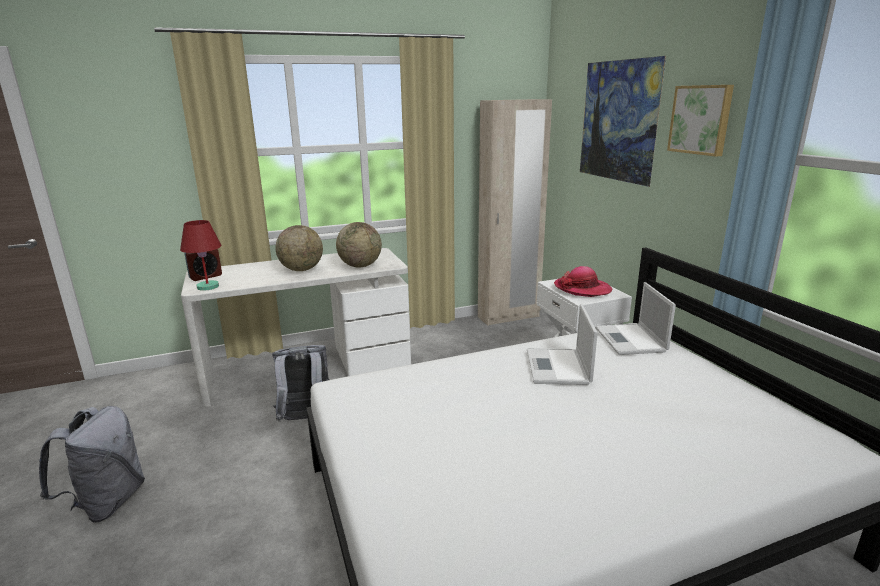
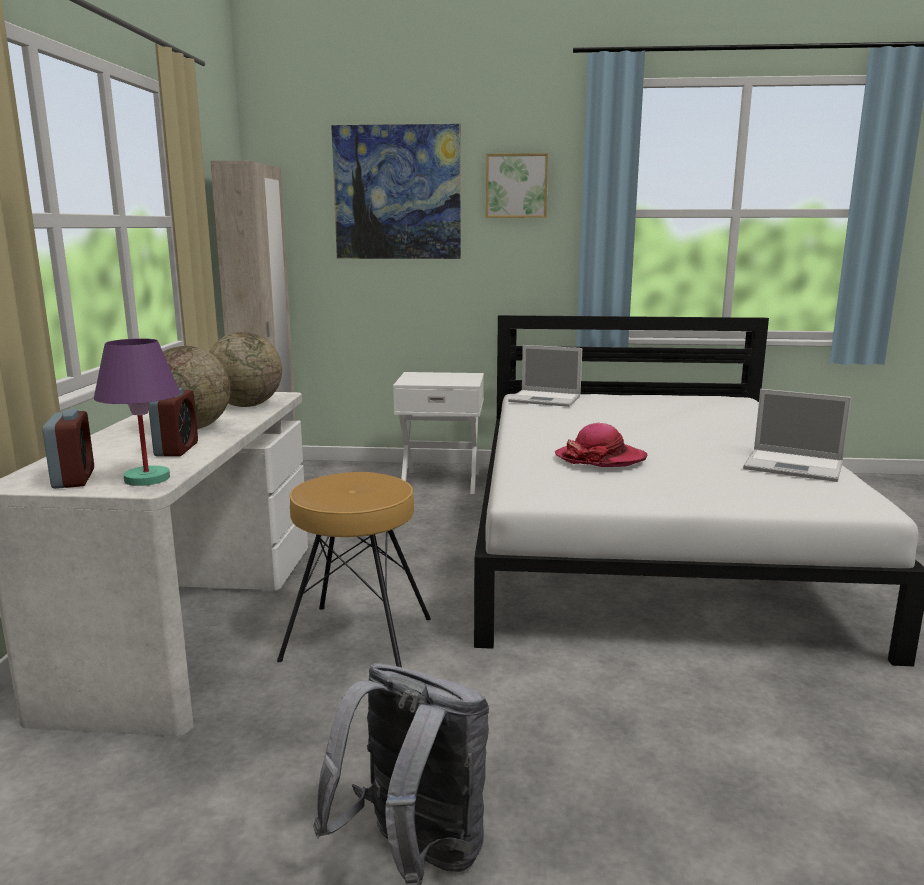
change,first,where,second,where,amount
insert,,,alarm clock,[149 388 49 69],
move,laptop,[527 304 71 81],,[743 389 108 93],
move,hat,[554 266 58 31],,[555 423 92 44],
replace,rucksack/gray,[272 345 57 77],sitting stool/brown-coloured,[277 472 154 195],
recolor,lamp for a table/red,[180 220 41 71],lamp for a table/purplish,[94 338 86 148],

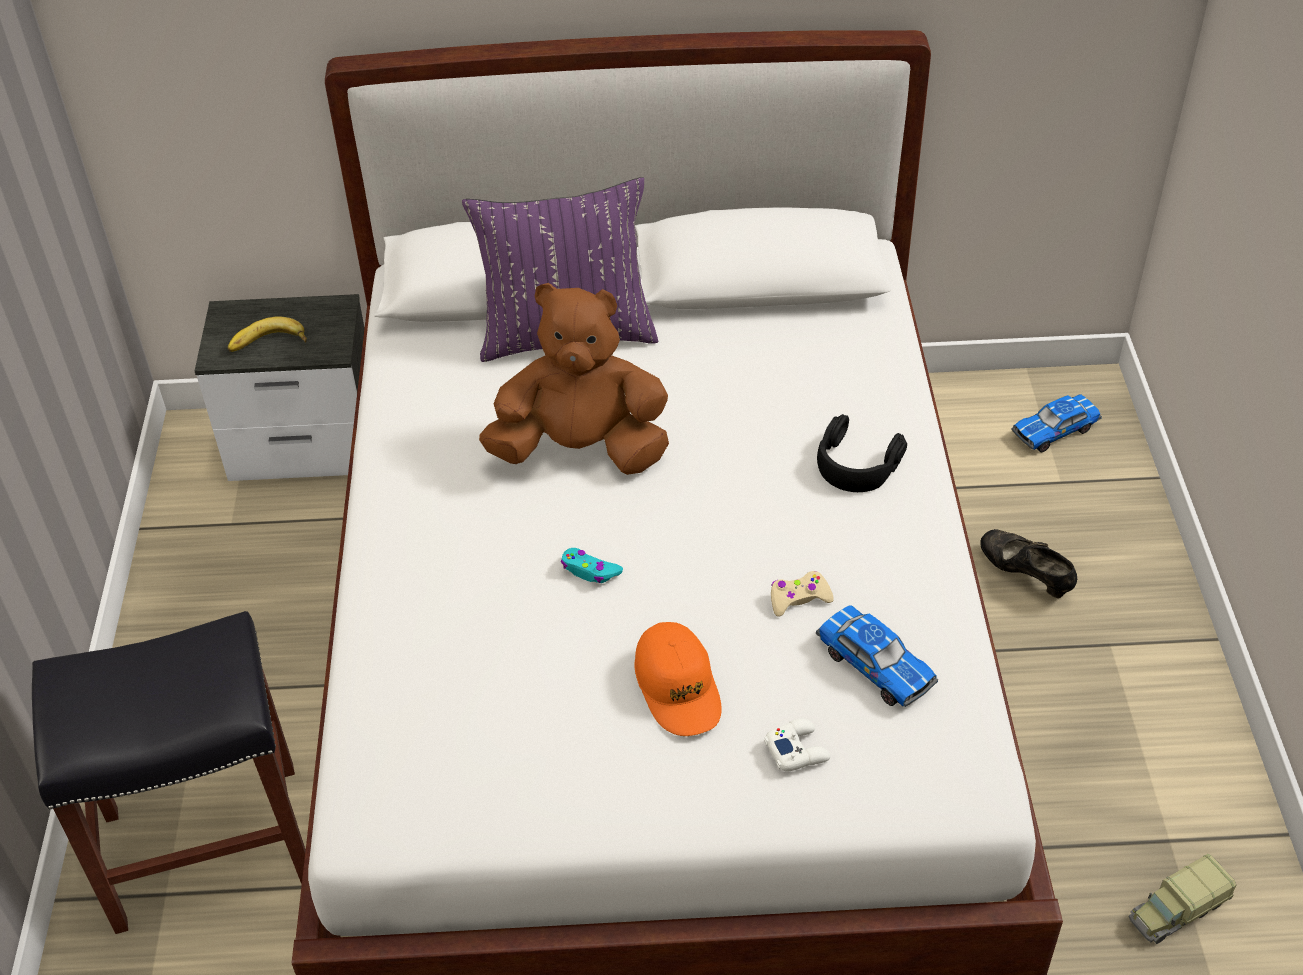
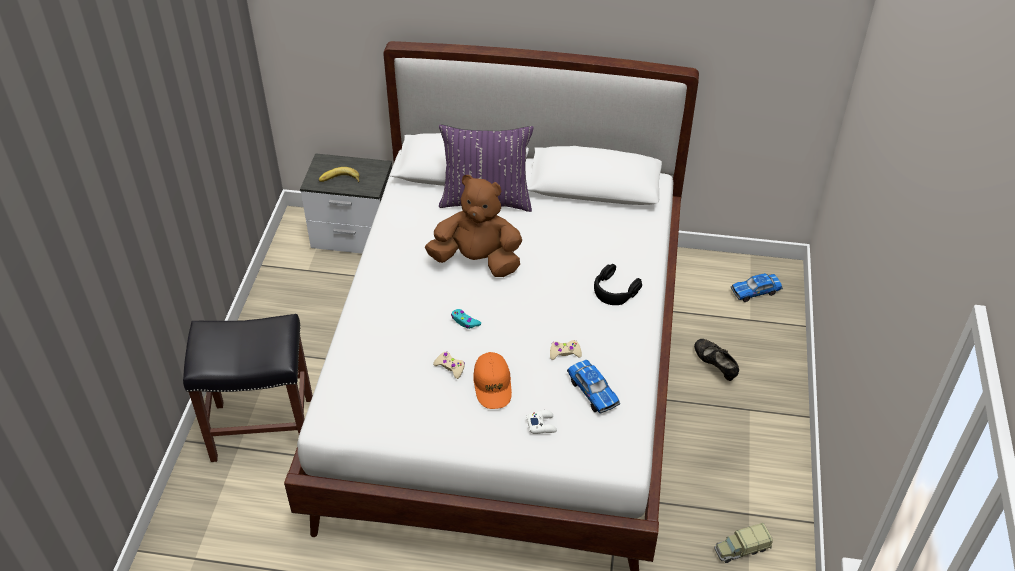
change,first,where,second,where,amount
insert,,,gamepad/beige,[433 351 32 28],

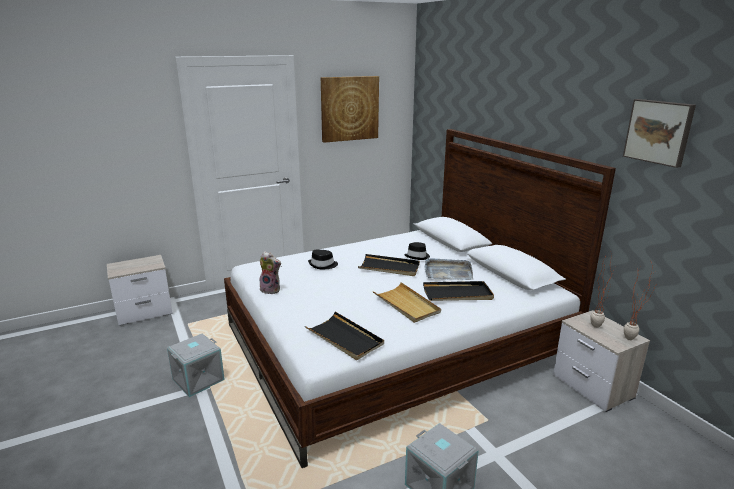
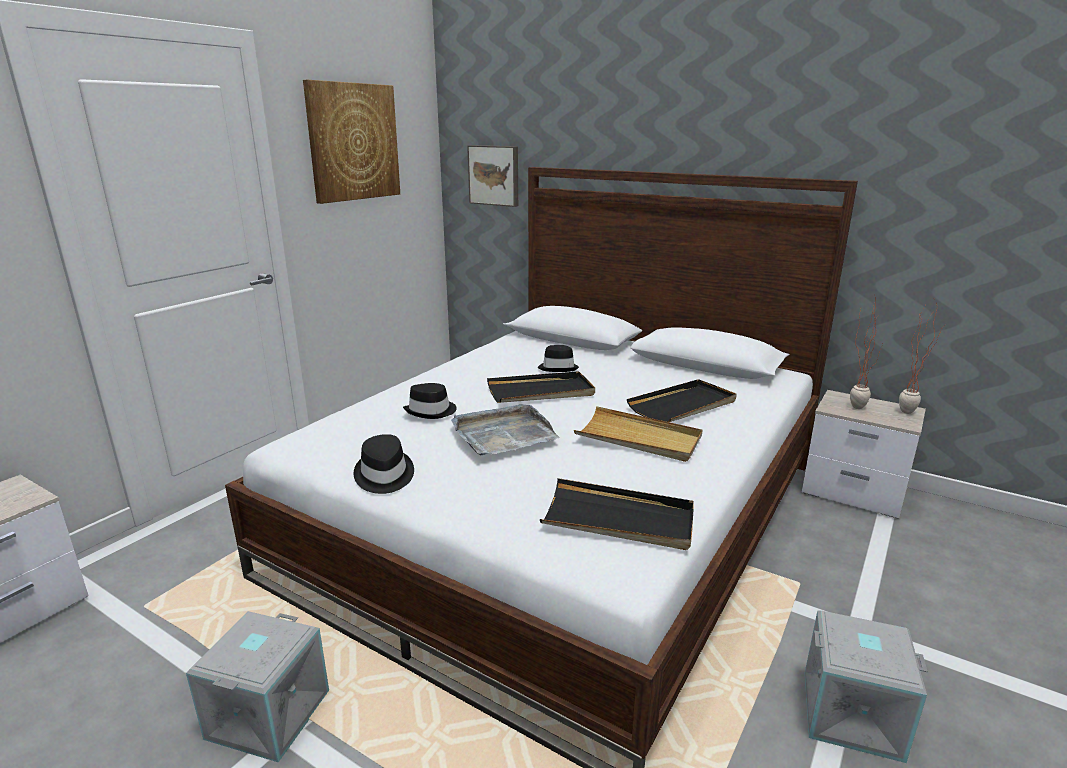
change,first,where,second,where,amount
move,carrying tray/gray,[424 258 49 22],,[451 404 109 52],
move,picture,[623 99 73 69],,[467 145 51 62],
replace,soft toy,[259 251 22 43],hat/blackish,[354 434 60 60],

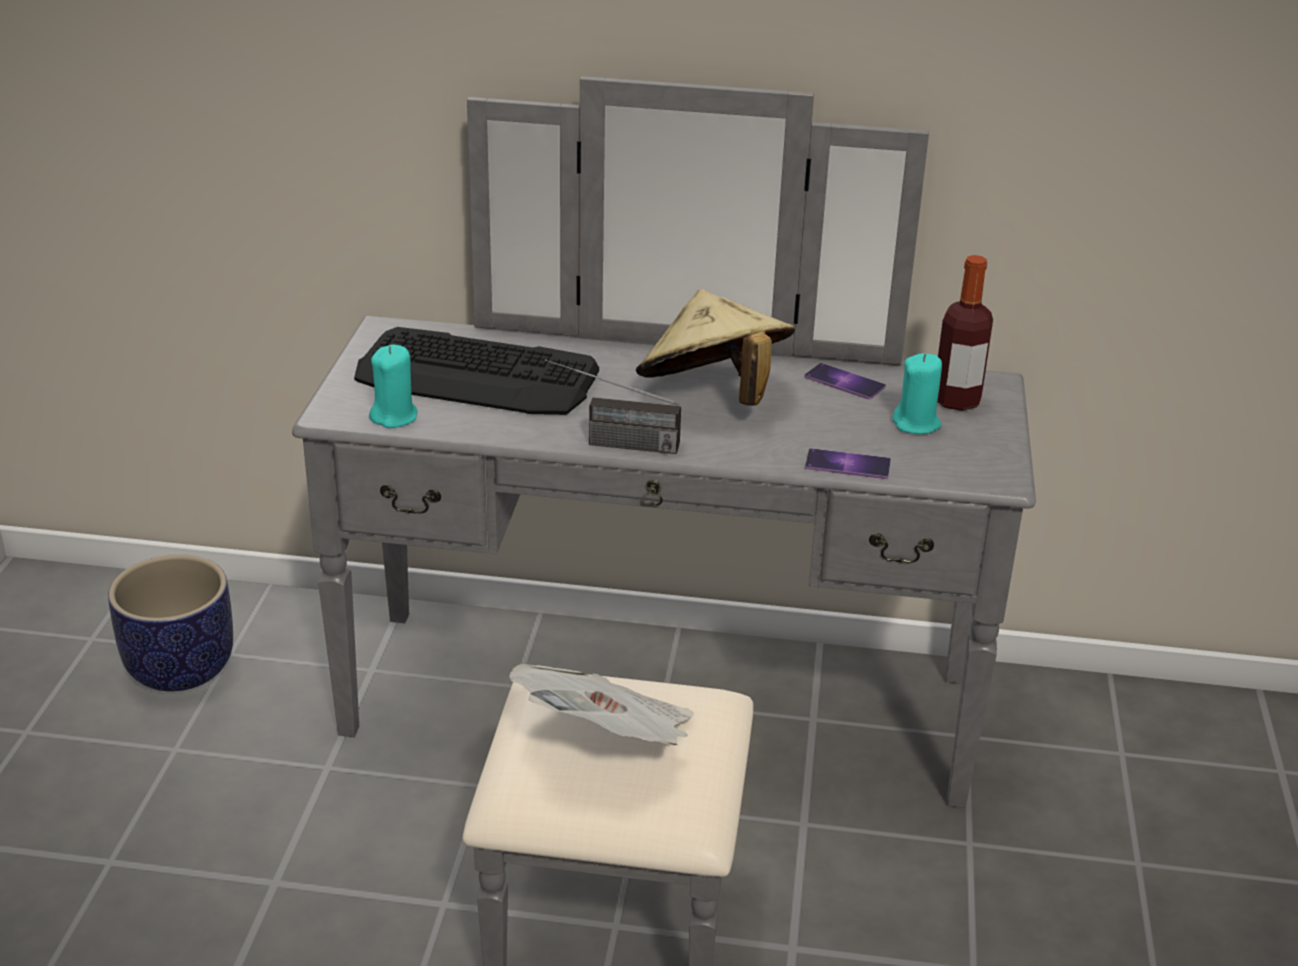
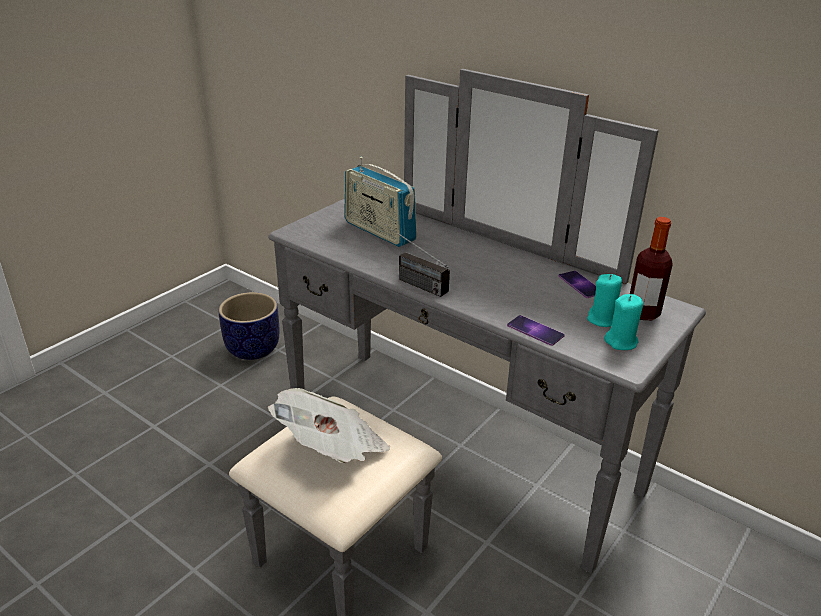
change,first,where,second,where,amount
delete,hat/beige,[636 289 159 117],,,
move,candle/turquoise-coloured,[369 344 49 84],,[604 294 39 56],
replace,computer keyboard,[354 327 245 88],radio,[344 157 73 90],

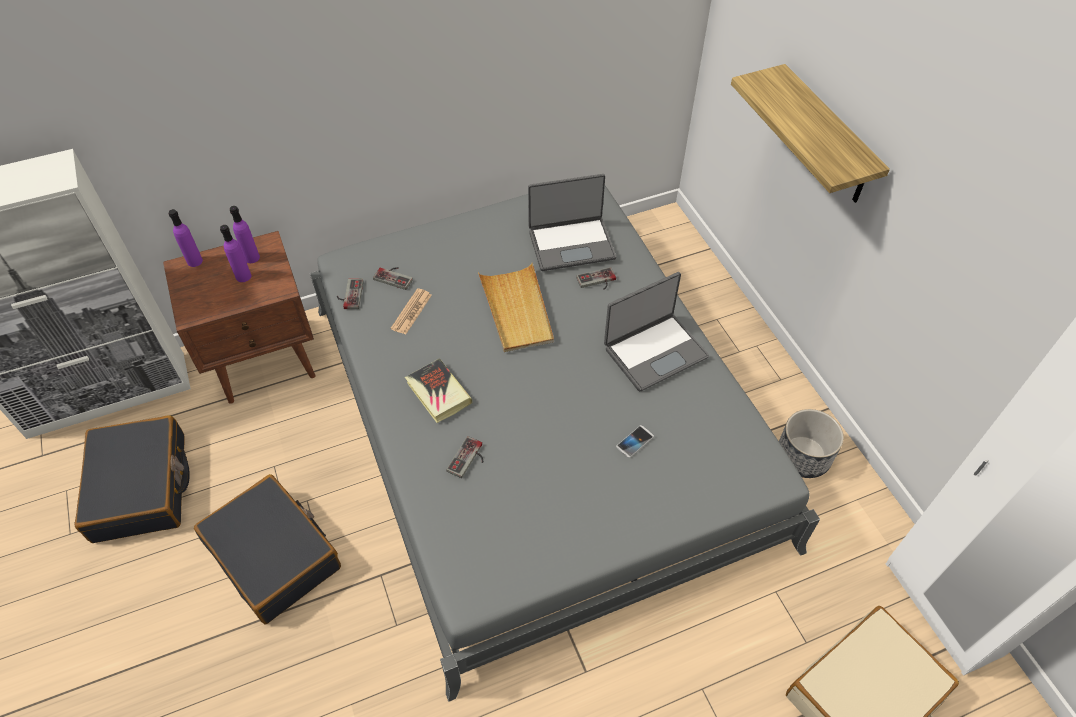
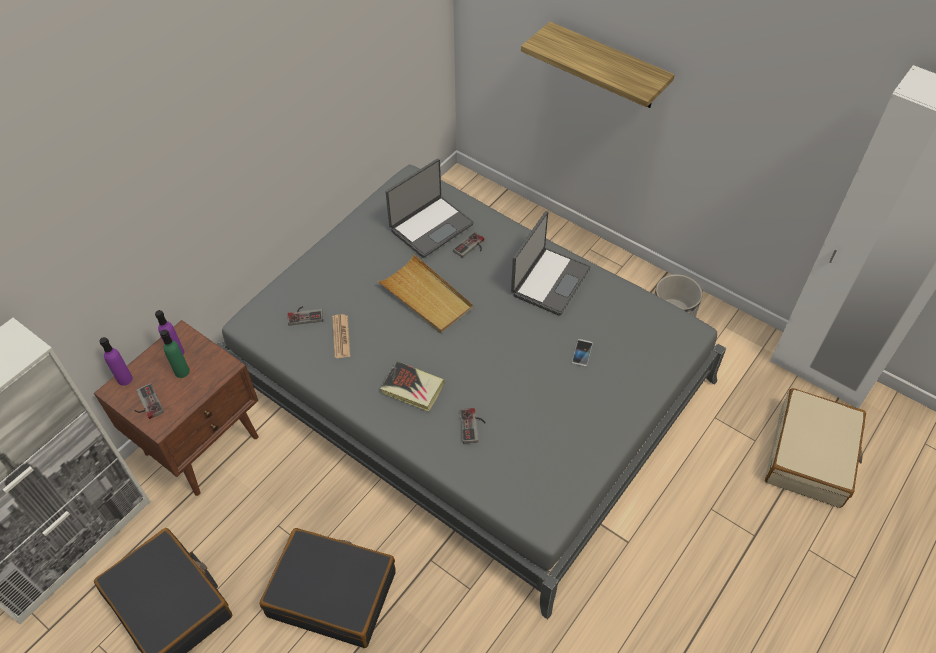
change,first,where,second,where,amount
move,gamepad,[337 279 26 30],,[135 383 29 36],
recolor,drink bottle/purplish,[220 225 31 57],drink bottle/green,[160 329 30 49],

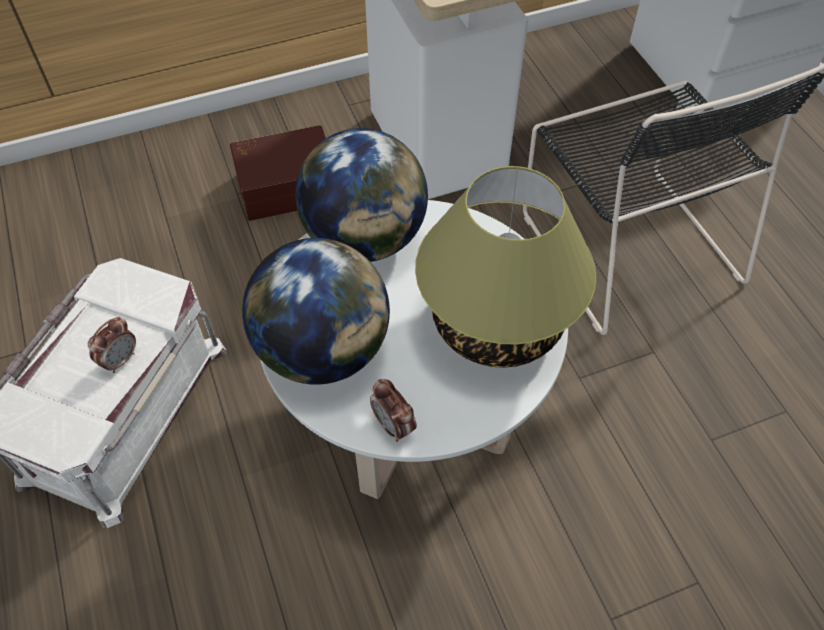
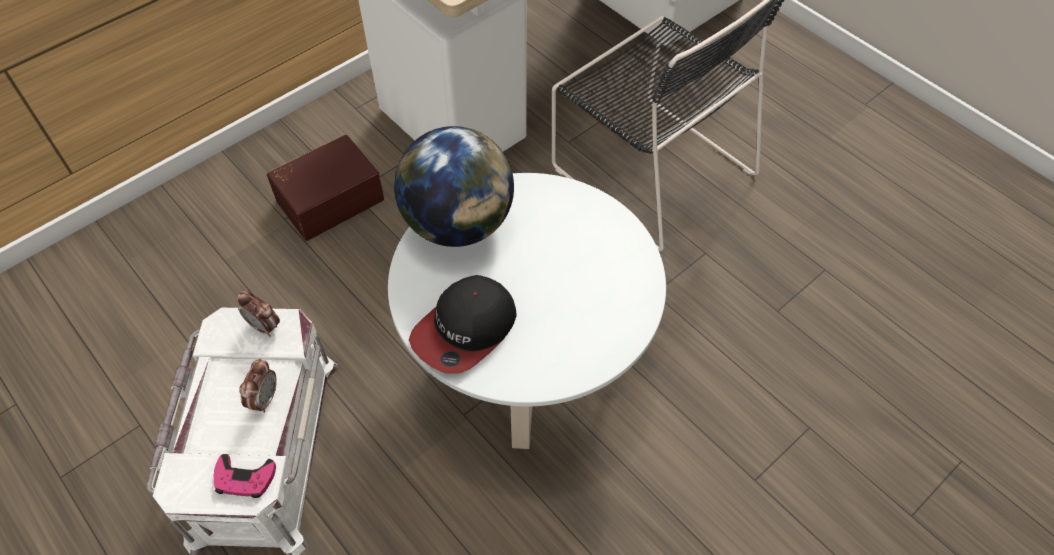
change,first,where,second,where,amount
delete,lamp for a table,[415 166 181 202],,,
insert,,,gamepad/pink,[214 454 62 44],
move,alarm clock,[370 379 47 63],,[237 291 43 46],
replace,desk globe,[242 238 148 147],cap,[409 275 107 99],

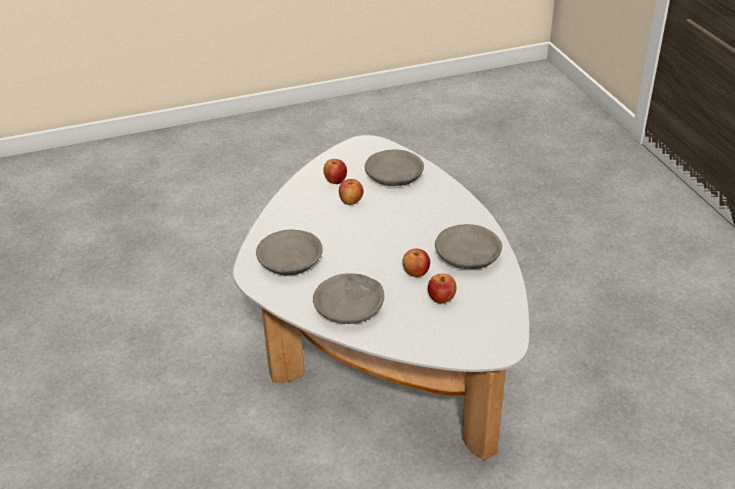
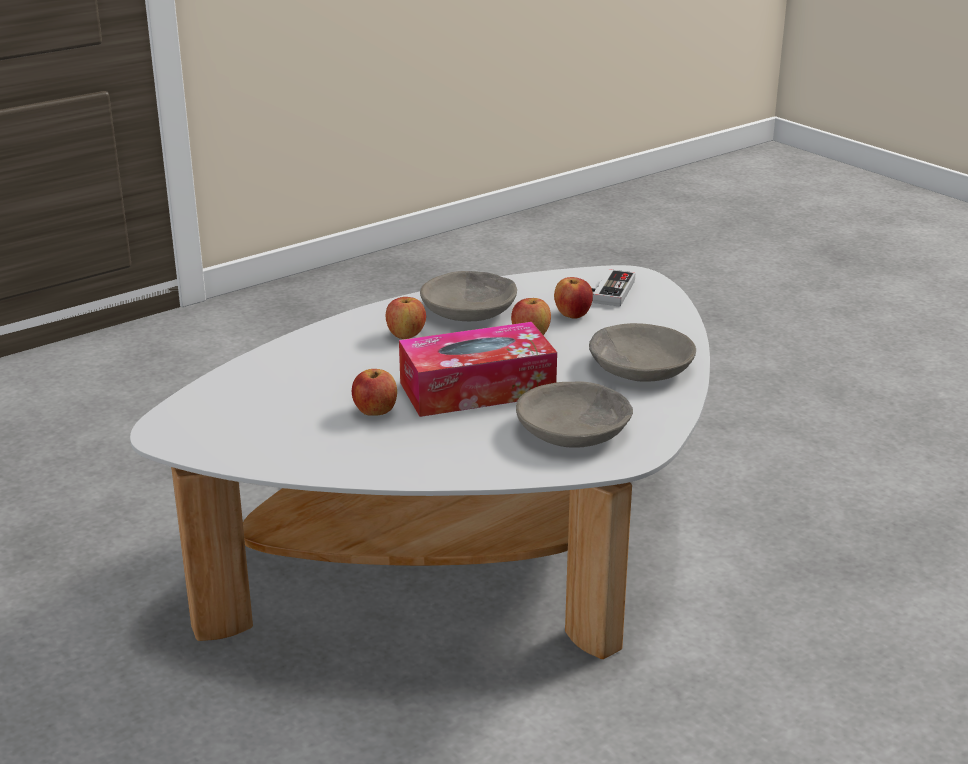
change,first,where,second,where,amount
delete,bowl/gray,[365 150 59 36],,,
insert,,,tissue box,[399 322 158 95],
insert,,,gamepad,[592 269 43 38],
move,apple fruit,[323 159 24 25],,[386 297 40 42],

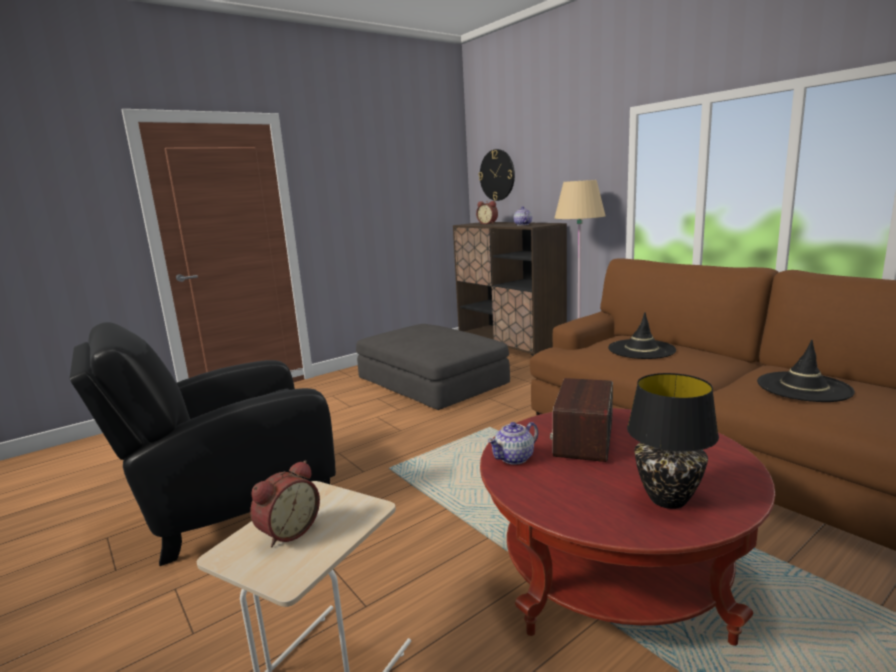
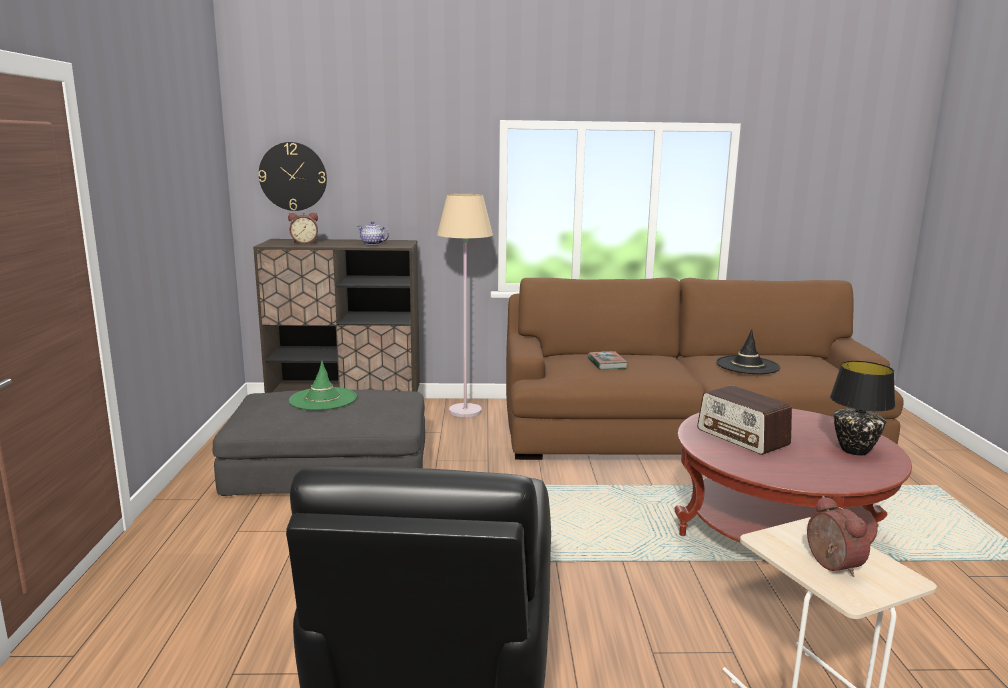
change,first,where,second,where,amount
delete,tea pot,[488 422 50 43],,,
insert,,,hat/green,[289 361 68 49],
replace,hat/blackish,[608 312 68 47],volume,[588 351 40 19],

